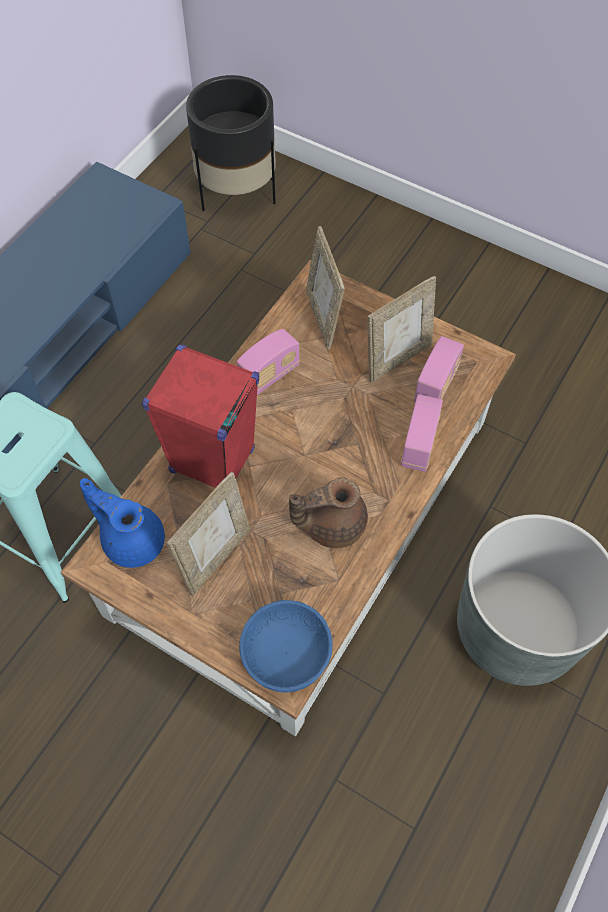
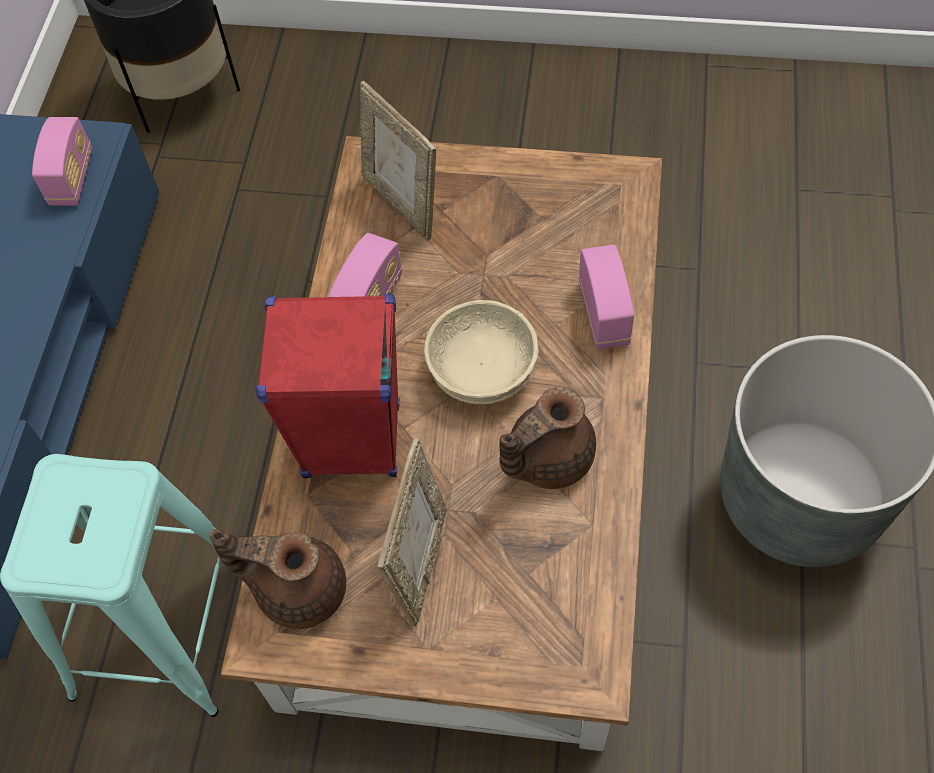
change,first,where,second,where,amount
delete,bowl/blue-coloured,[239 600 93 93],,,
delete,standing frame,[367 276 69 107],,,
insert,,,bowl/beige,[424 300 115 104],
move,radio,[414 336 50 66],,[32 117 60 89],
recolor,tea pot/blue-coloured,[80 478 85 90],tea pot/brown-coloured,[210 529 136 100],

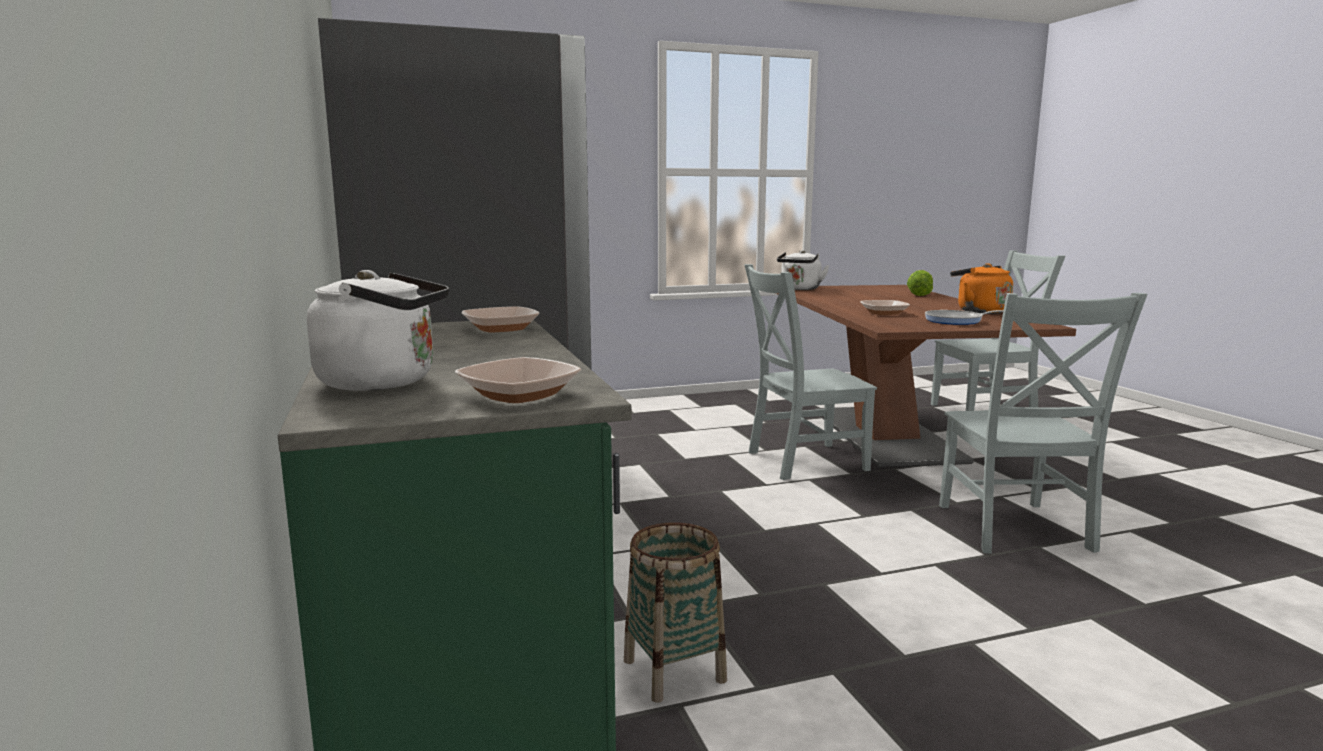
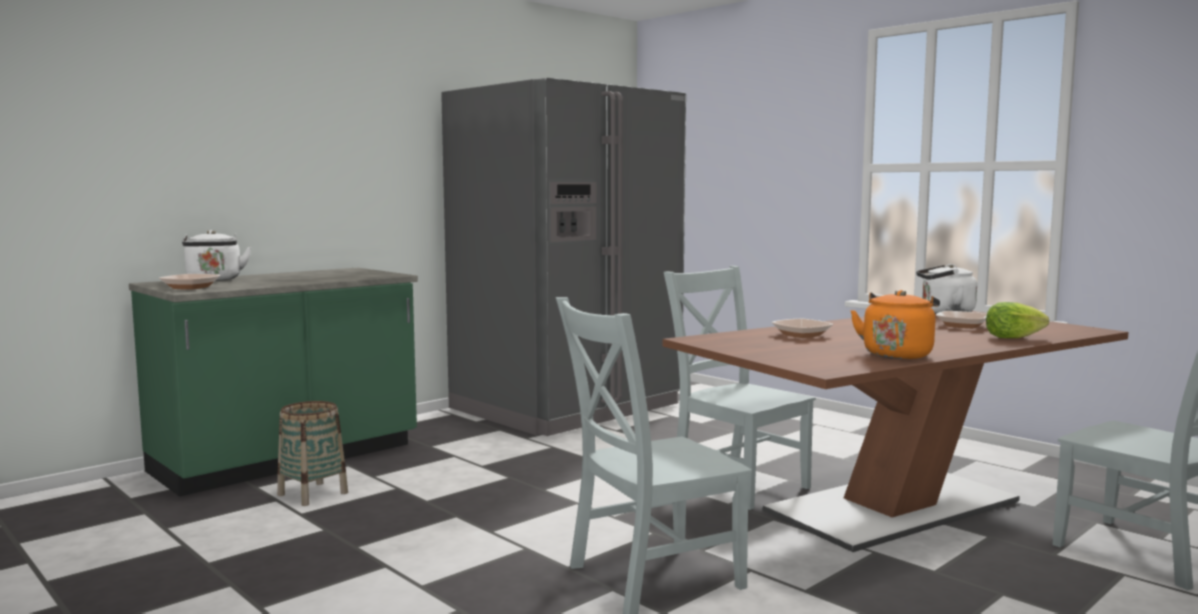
change,first,where,second,where,amount
delete,pan,[925 310 79 15],,,
move,bowl,[461 306 78 26],,[936 311 51 18],

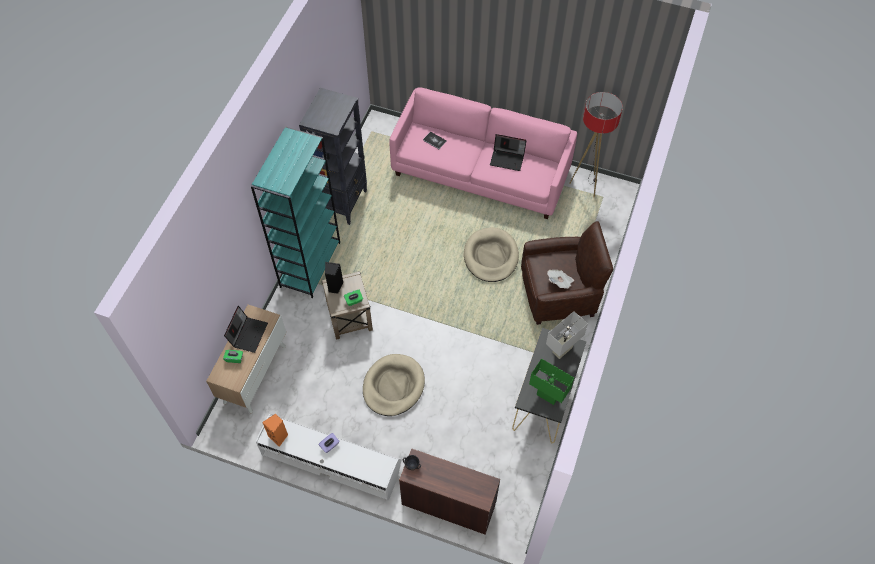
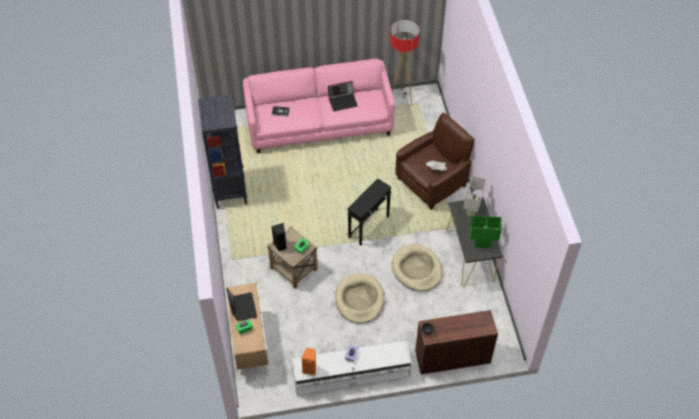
change,first,where,second,where,amount
delete,bookshelf/turquoise-coloured,[251 127 89 171],,,
insert,,,accent table/blackish,[347 178 45 68],
move,pet bed/beige,[464 227 55 55],,[392 244 51 47],

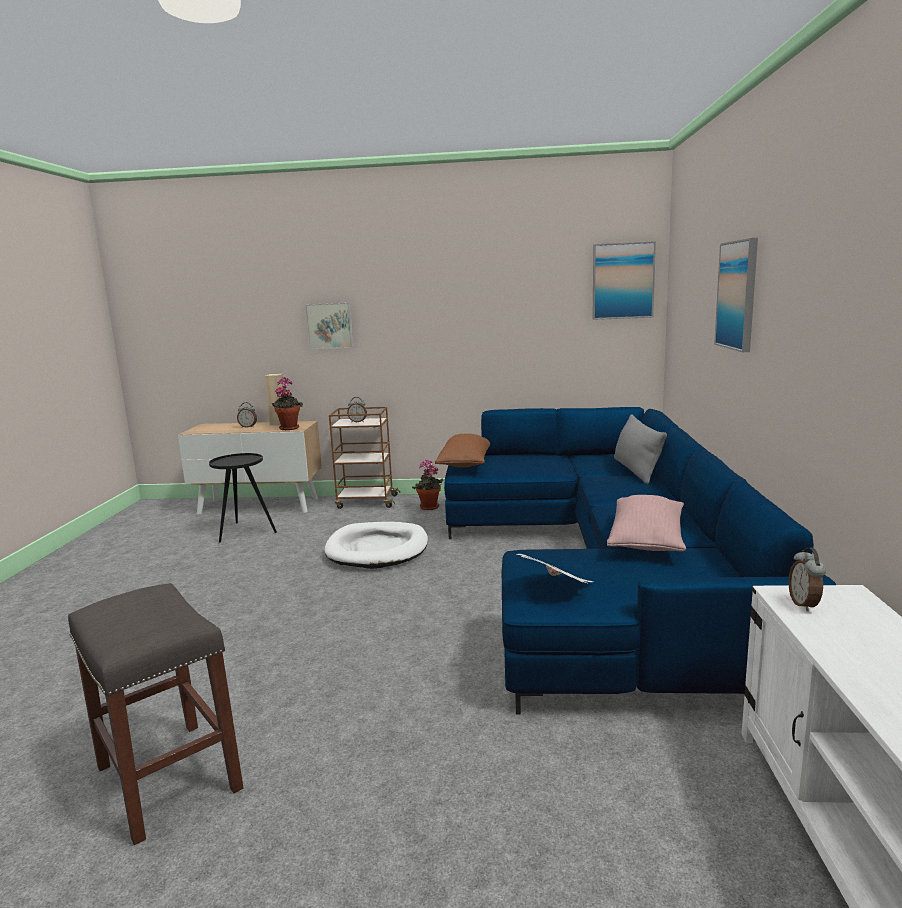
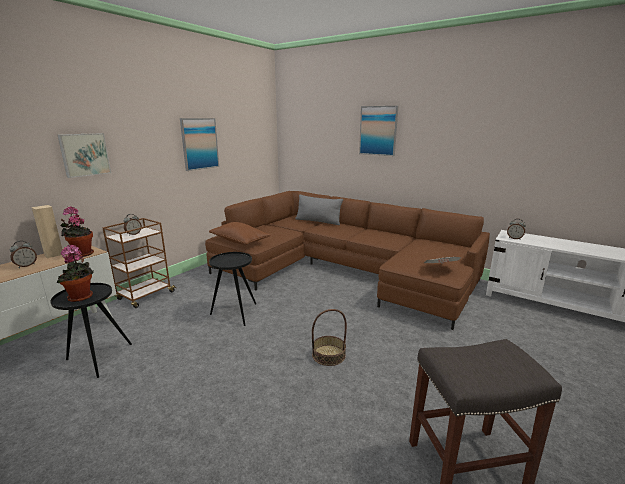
change,first,where,second,where,amount
delete,throw pillow/pink,[607 495 79 56],,,
insert,,,storage basket,[312 309 35 57],
move,plant in a pot,[412 460 32 50],,[57 245 37 57],
move,picture,[592 241 64 79],,[180 118 39 53],
replace,pet bed/white,[324 522 104 47],accent table/blackish,[209 252 47 74],
recolor,settee/blue-coloured,[444 407 392 307],settee/brown-coloured,[205 191 285 139],

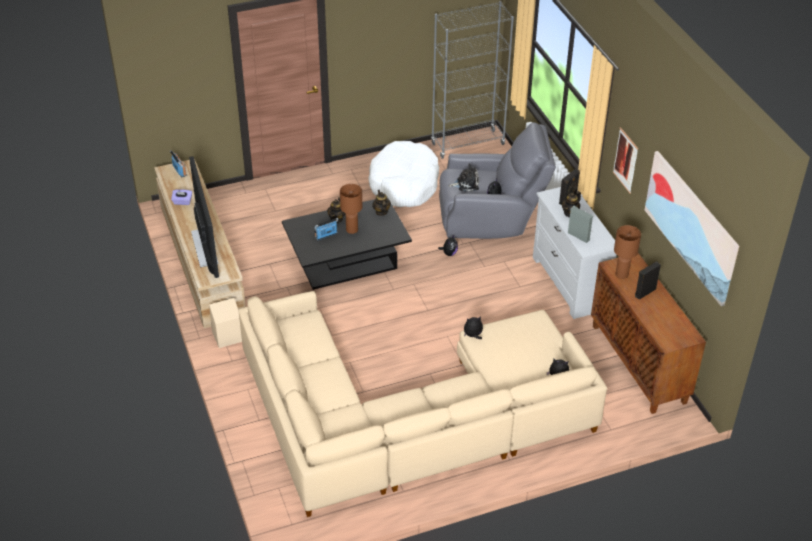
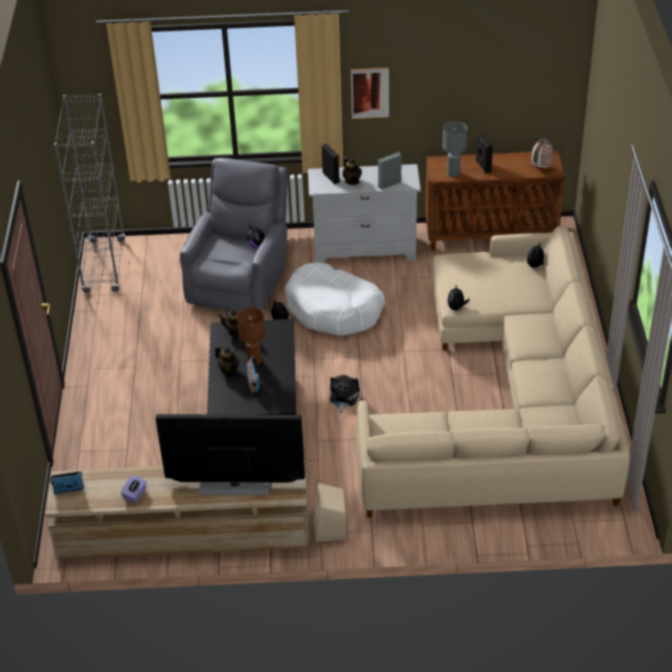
change,first,where,second,where,amount
delete,picture,[645 151 94 155],,,
insert,,,vase,[532 138 22 32],
move,pet bed/white,[368 141 71 66],,[285 262 100 74],
move,soft toy,[449 164 30 28],,[329 375 31 38],
recolor,lamp for a table/brown-coloured,[614 225 27 54],lamp for a table/gray,[443 121 24 56],

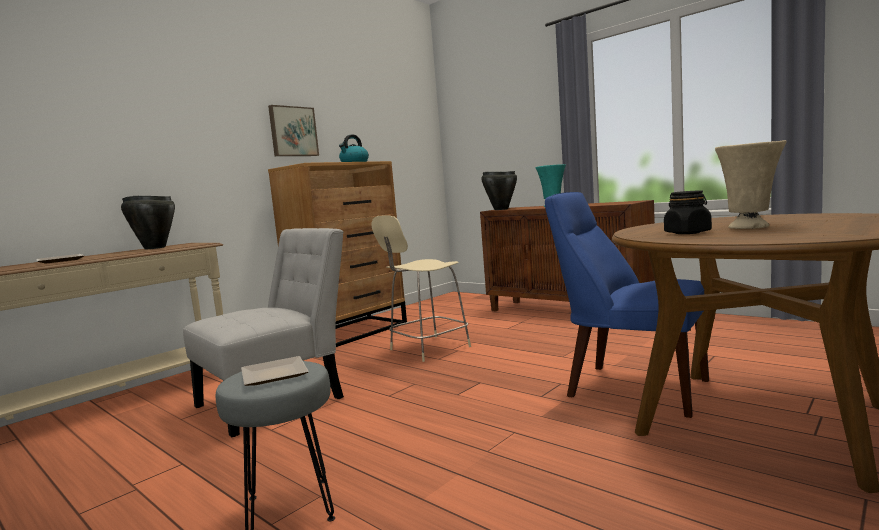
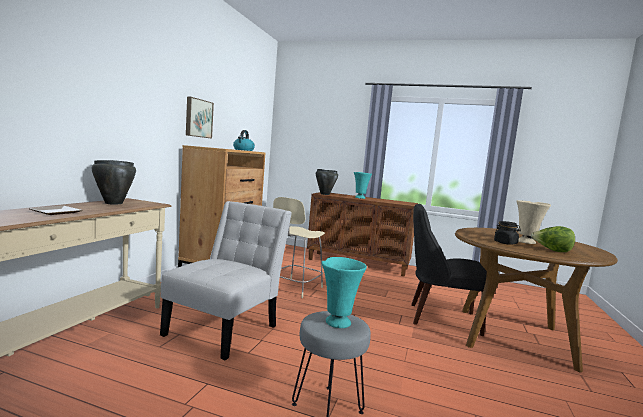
change,first,where,second,where,amount
insert,,,head of lettuce,[531 226 44 26],
replace,dinner plate,[241 356 68 30],vase/turquoise-coloured,[322 257 45 71],
recolor,upright chair/blue-coloured,[545 192 164 226],upright chair/blackish,[411 204 76 132],

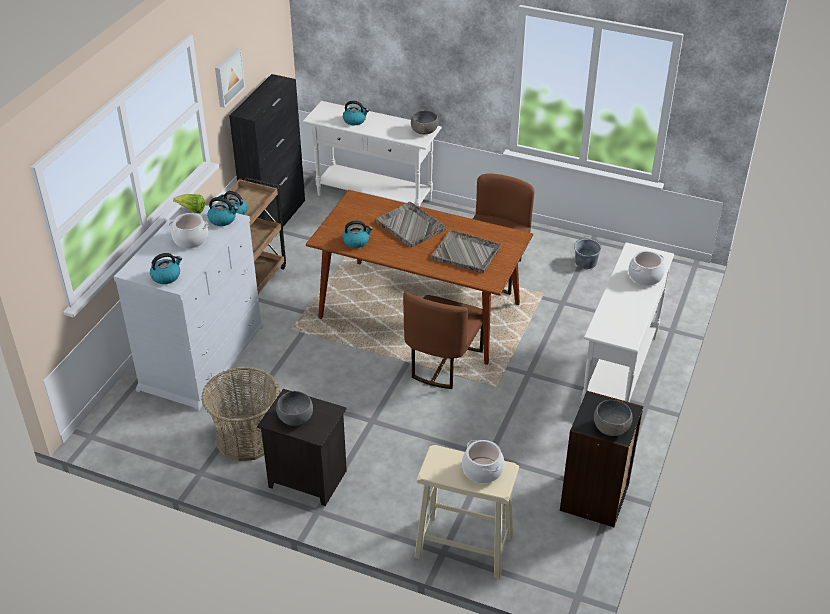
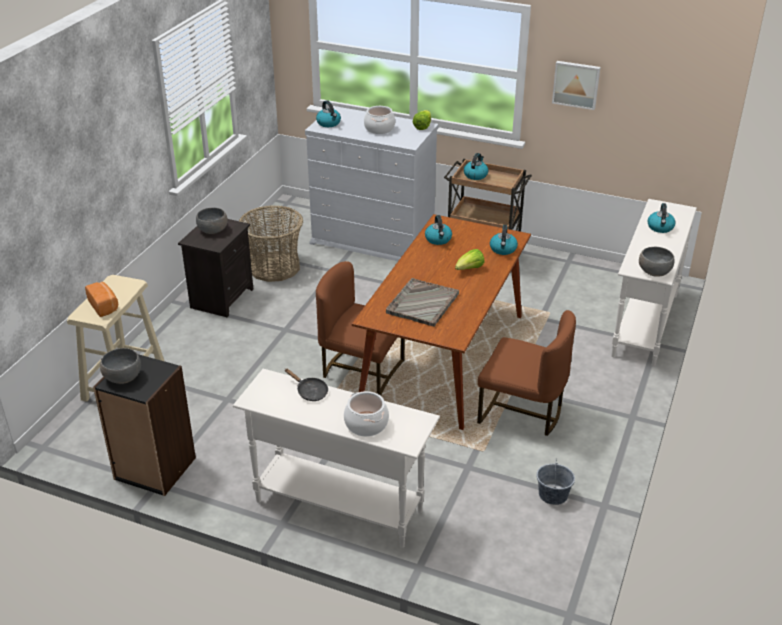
change,first,where,second,where,amount
delete,storage cabinet/blackish,[229 74 76 165],,,
insert,,,pan/blackish,[284 369 44 32],
move,kettle,[207 197 31 29],,[490 225 28 30],
replace,carrying tray/gray,[375 202 71 45],head of lettuce,[455 249 30 21],
replace,stockpot,[462 440 42 43],bakery bread,[85 282 33 35],

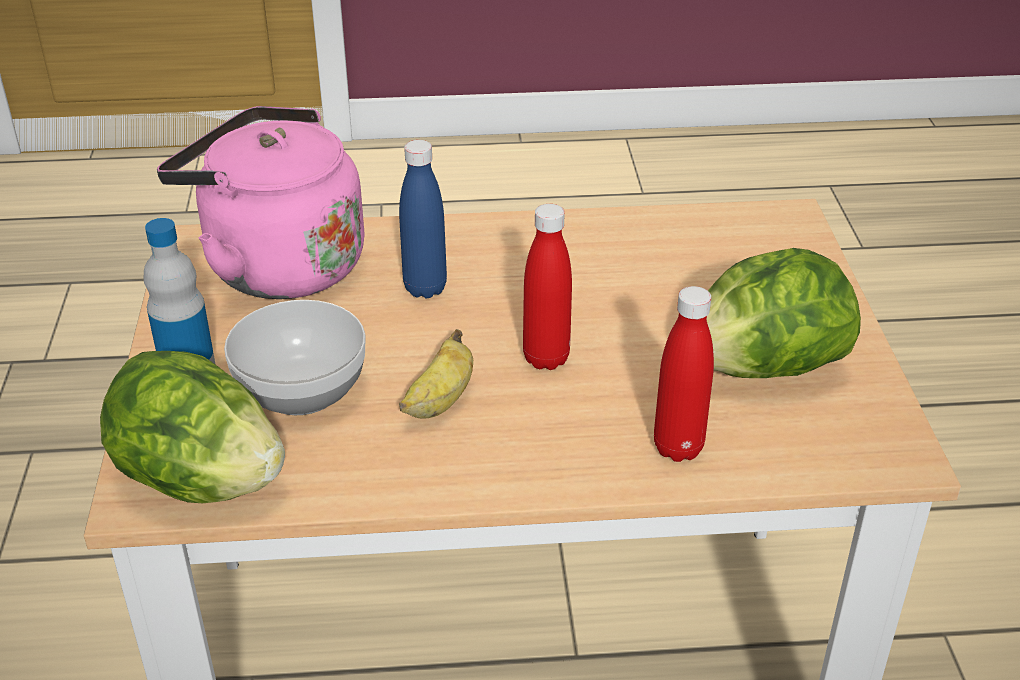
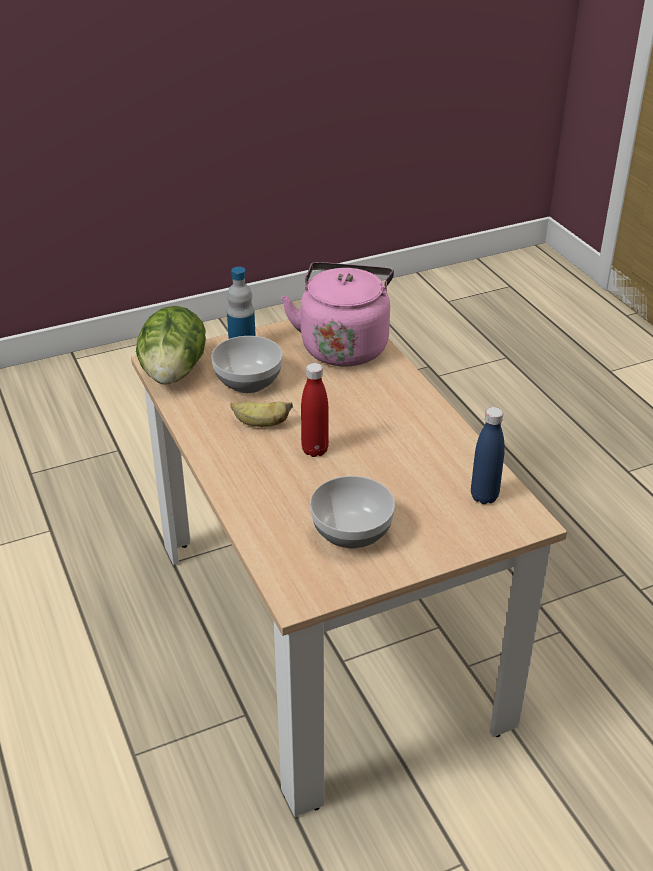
change,first,where,second,where,amount
delete,drink bottle/red,[654 286 60 176],,,
move,drink bottle/blue-coloured,[399 140 48 158],,[471 407 34 97],
replace,head of lettuce,[707 248 154 130],bowl,[310 476 85 72],

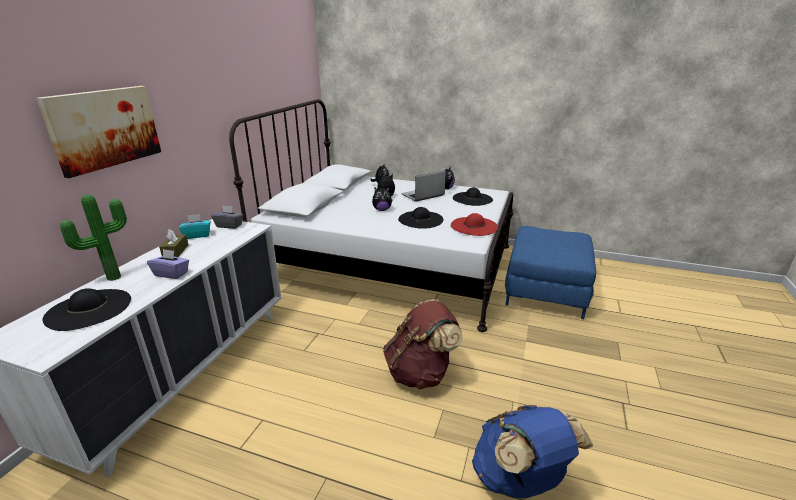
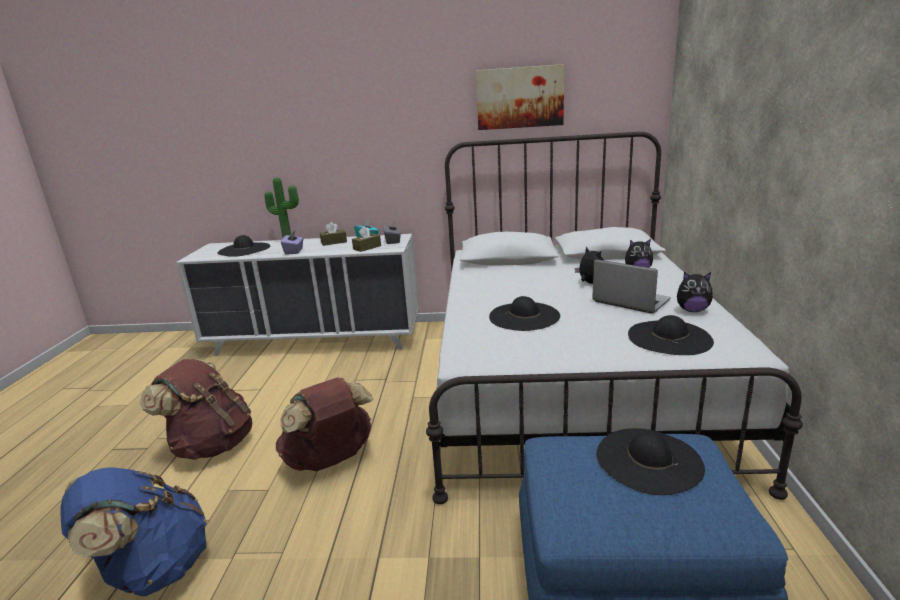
change,first,where,second,where,amount
delete,soft toy,[372 187 21 24],,,
delete,hat/red,[451 213 47 23],,,
insert,,,rucksack/brown-coloured,[140 359 112 101],
insert,,,tissue box/brown-coloured,[352 226 29 26],
insert,,,hat/blackish,[596 428 109 67],
move,picture,[37 86 124 92],,[476 64 88 66],

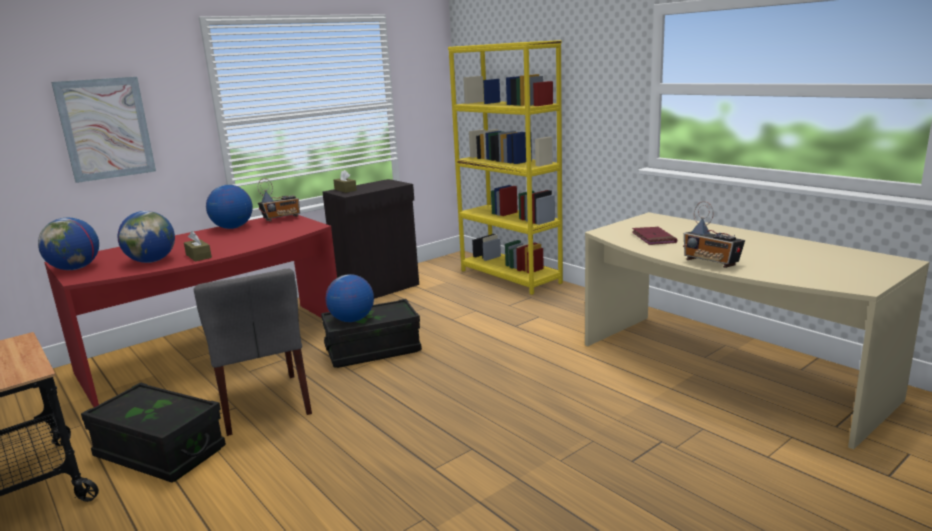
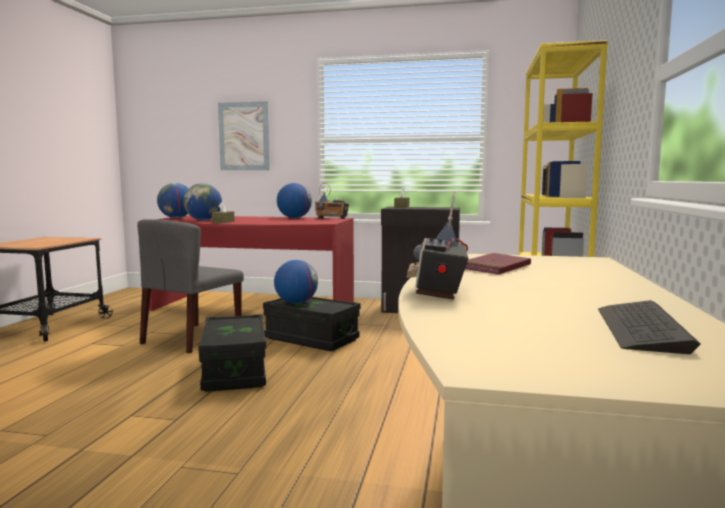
change,first,where,second,where,amount
insert,,,computer keyboard,[598 300 103 54],
move,storage box/blackish,[81 382 145 101],,[198 314 68 78],

